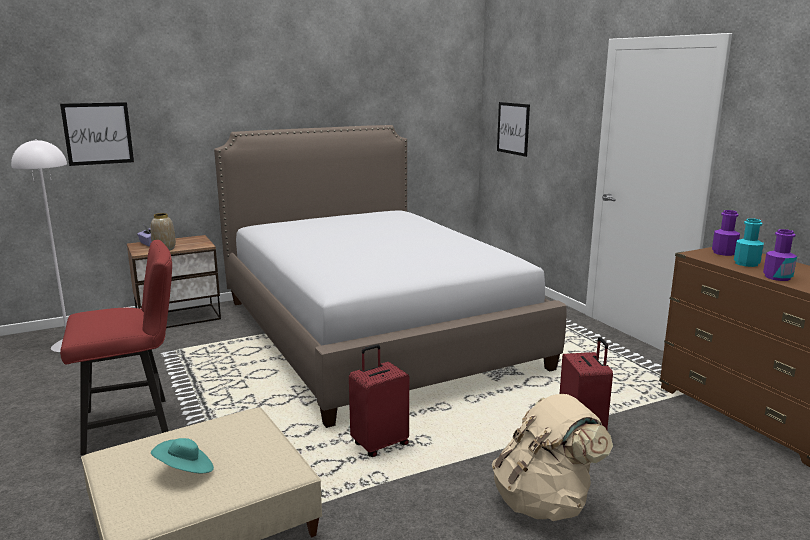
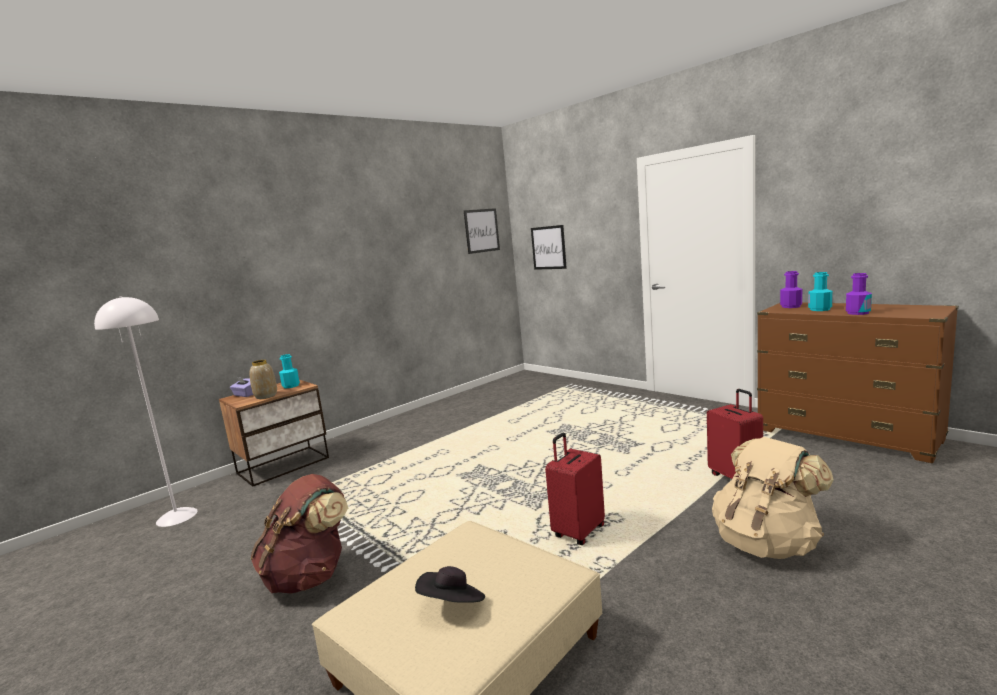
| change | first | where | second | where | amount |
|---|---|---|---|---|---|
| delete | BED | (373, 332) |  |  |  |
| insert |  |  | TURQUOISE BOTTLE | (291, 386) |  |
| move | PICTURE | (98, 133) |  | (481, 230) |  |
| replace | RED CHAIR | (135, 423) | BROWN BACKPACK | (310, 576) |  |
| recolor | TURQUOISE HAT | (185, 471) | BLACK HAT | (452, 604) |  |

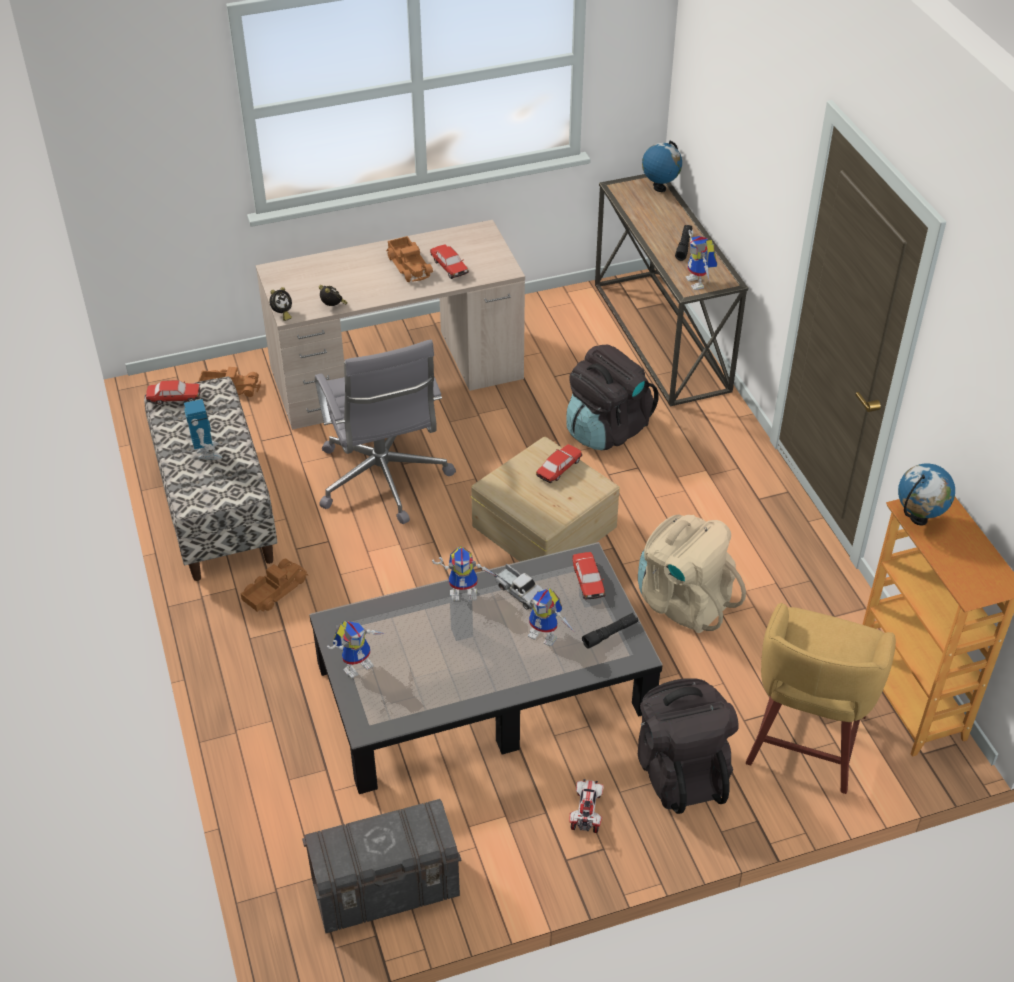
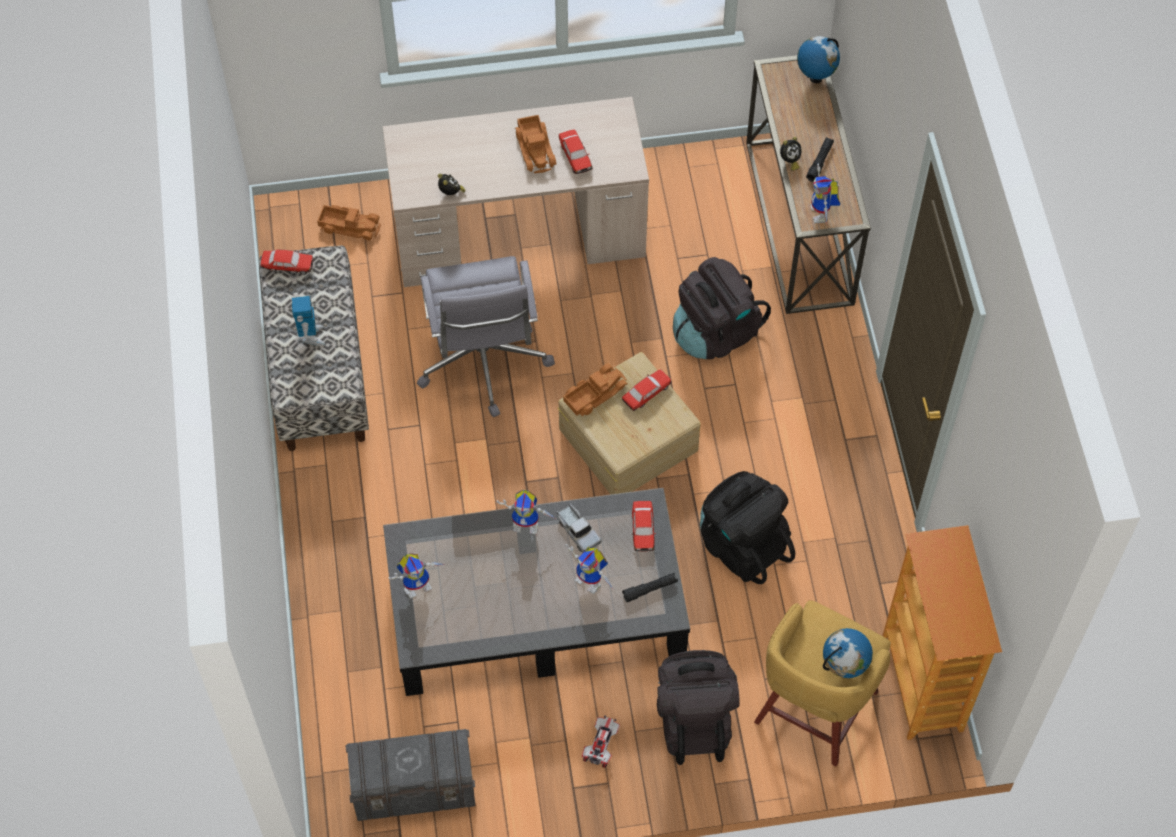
| change | first | where | second | where | amount |
|---|---|---|---|---|---|
| move | TOY TRUCK | (274, 590) |  | (594, 393) |  |
| move | ALARM CLOCK | (282, 314) |  | (789, 161) |  |
| move | GLOBE | (918, 519) |  | (844, 668) |  |
| recolor | BEIGE BACKPACK | (683, 601) | BLACK BACKPACK | (741, 544) |  |

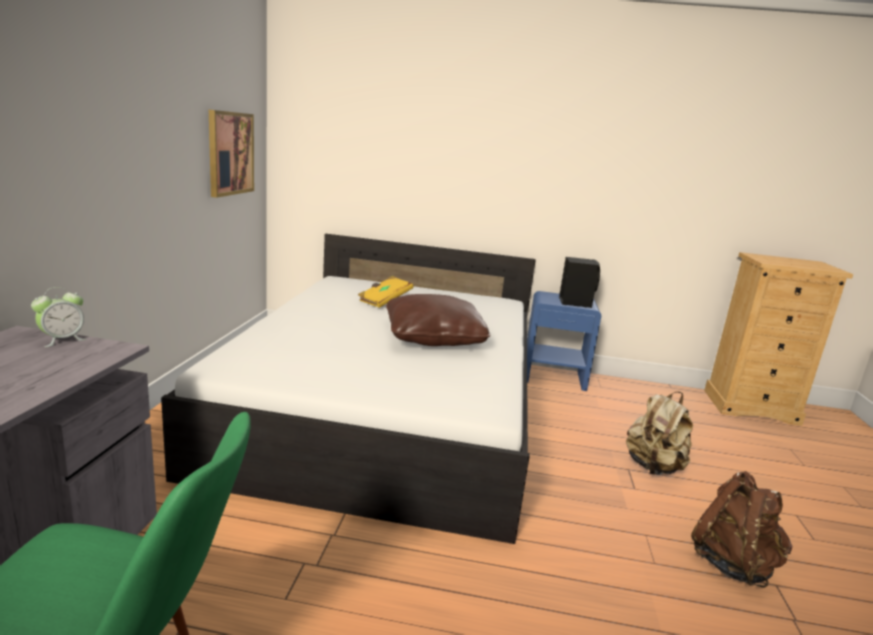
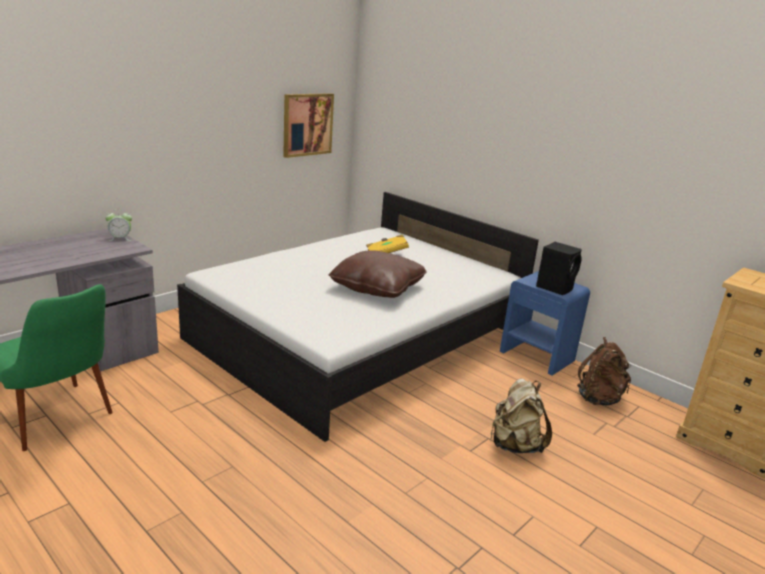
| change | first | where | second | where | amount |
|---|---|---|---|---|---|
| move | BROWN BACKPACK | (733, 564) |  | (599, 399) |  |

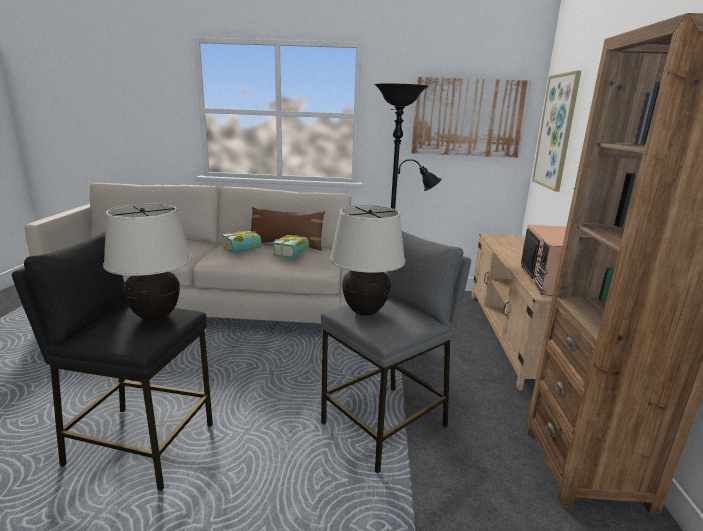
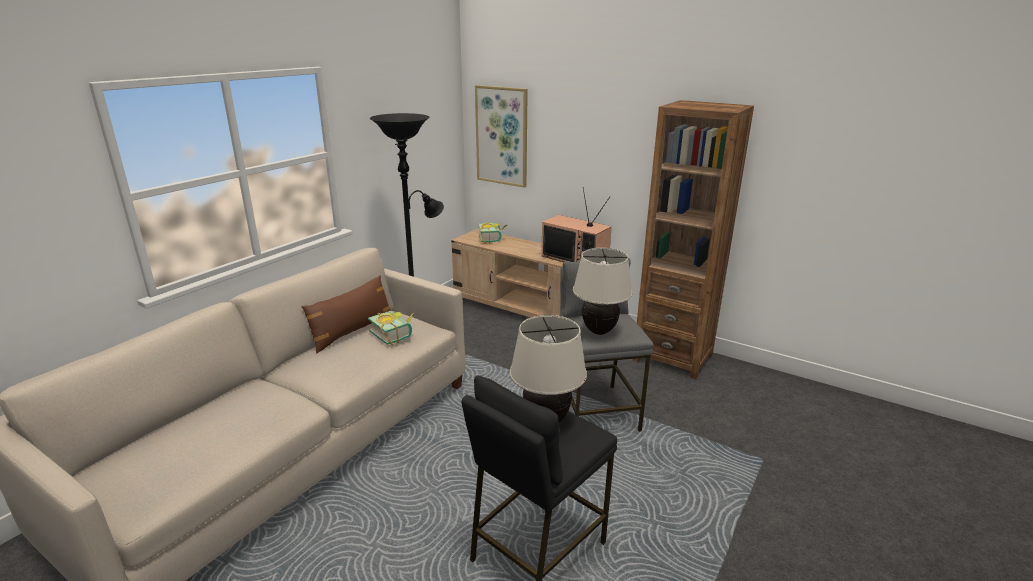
| change | first | where | second | where | amount |
|---|---|---|---|---|---|
| delete | PICTURE | (468, 118) |  |  |  |
| move | BOOK | (243, 250) |  | (492, 239) |  |

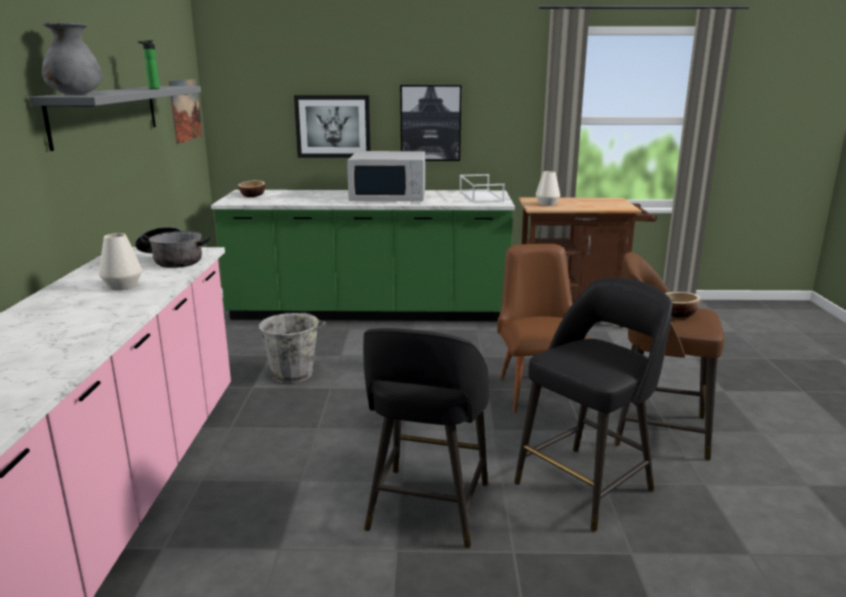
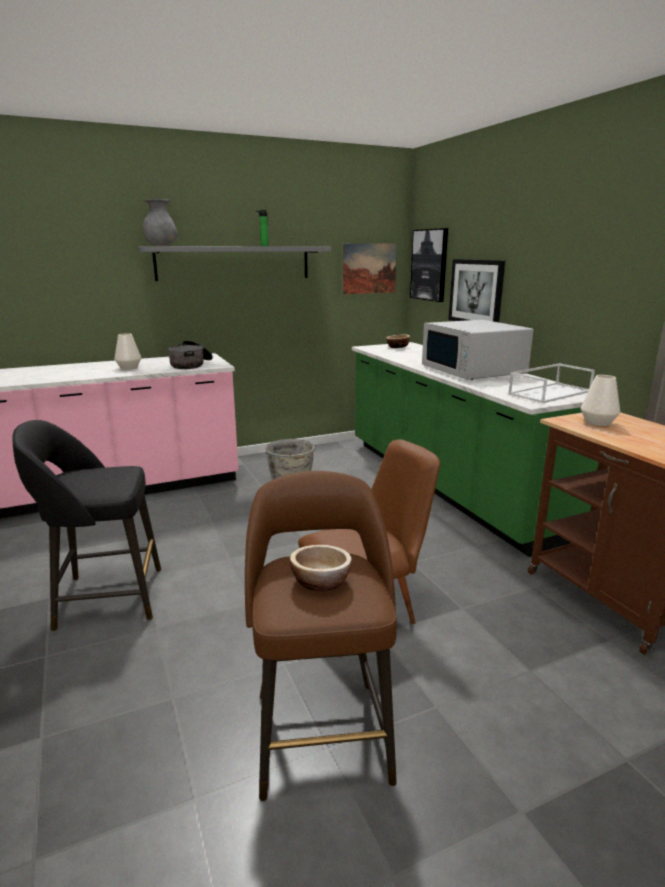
| change | first | where | second | where | amount |
|---|---|---|---|---|---|
| delete | BLACK STOOL | (586, 485) |  |  |  |
| move | PICTURE | (430, 123) |  | (429, 265) |  |

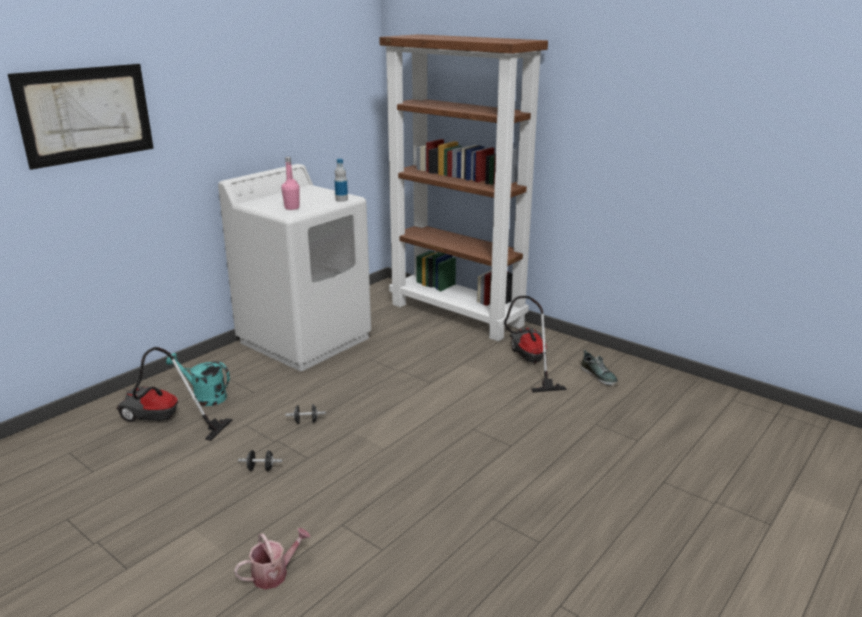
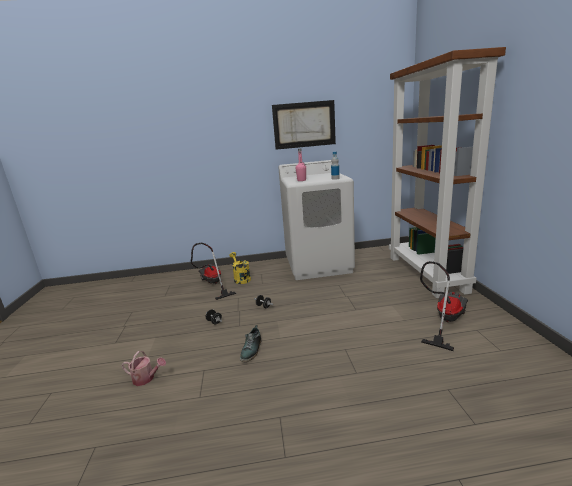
| change | first | where | second | where | amount |
|---|---|---|---|---|---|
| move | PICTURE | (86, 114) |  | (304, 125) |  |
| move | SHOE | (599, 376) |  | (252, 350) |  |
| recolor | TURQUOISE WATERING CAN | (204, 397) | YELLOW WATERING CAN | (241, 279) |  |

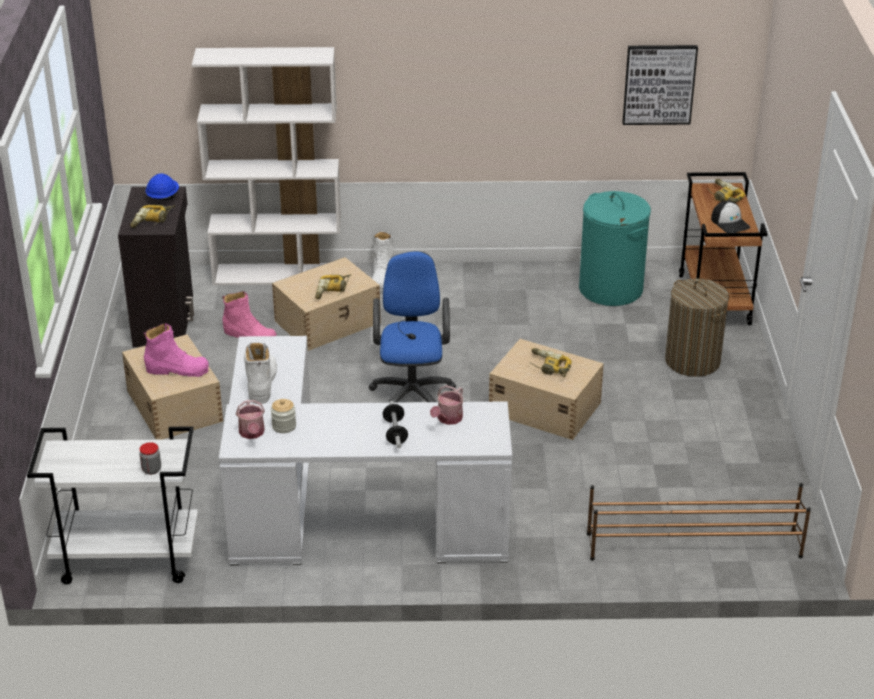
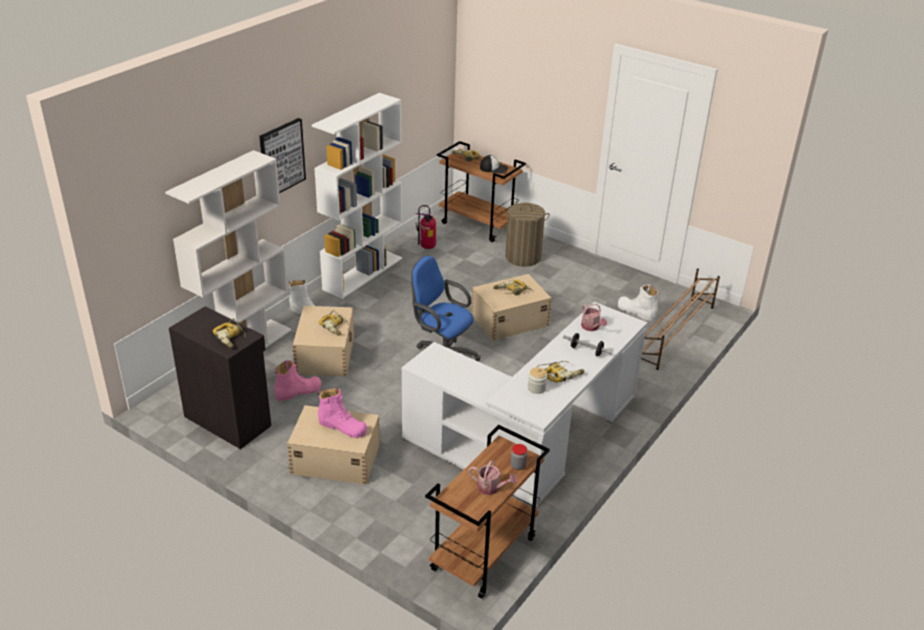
| change | first | where | second | where | amount |
|---|---|---|---|---|---|
| delete | BLUE HARD HAT | (163, 198) |  |  |  |
| insert |  |  | WHITE BOOKCASE | (363, 273) |  |
| insert |  |  | POWER DRILL | (560, 374) |  |
| move | WATERING CAN | (252, 433) |  | (491, 488) |  |
| move | WHITE BOOT | (262, 383) |  | (636, 312) |  |
| move | PICTURE | (659, 84) |  | (281, 157) |  |
| replace | TURQUOISE LAUNDRY BASKET | (611, 289) | FIRE EXTINGUISHER | (427, 247) |  |
| recolor | WHITE CART | (126, 559) | BROWN CART | (484, 555) |  |
| rotate | PINK BOOT | (177, 370) |  | (342, 427) | 75 degrees clockwise |

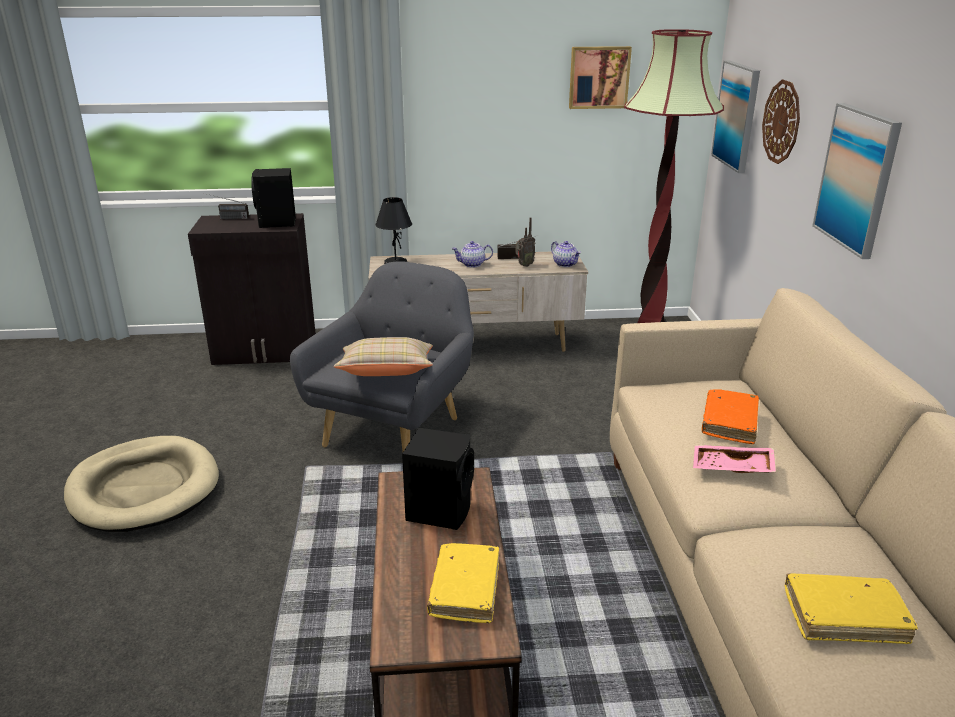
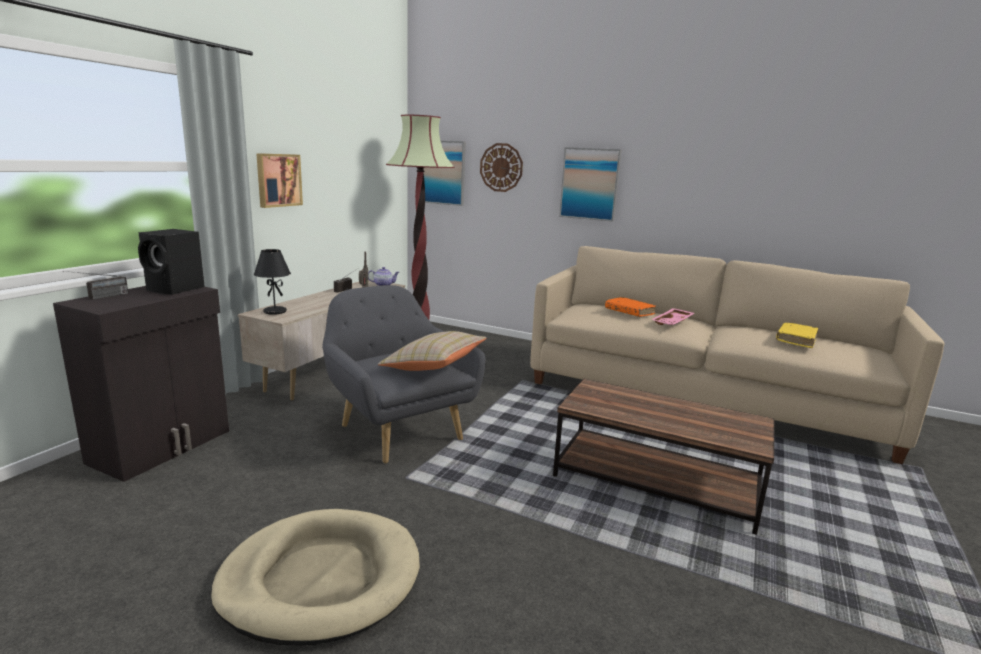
| change | first | where | second | where | amount |
|---|---|---|---|---|---|
| delete | BLACK SPEAKER | (440, 509) |  |  |  |
| delete | YELLOW BOOK | (465, 589) |  |  |  |
| delete | TEAPOT | (472, 264) |  |  |  |
| move | PICTURE | (598, 77) |  | (278, 180) |  |

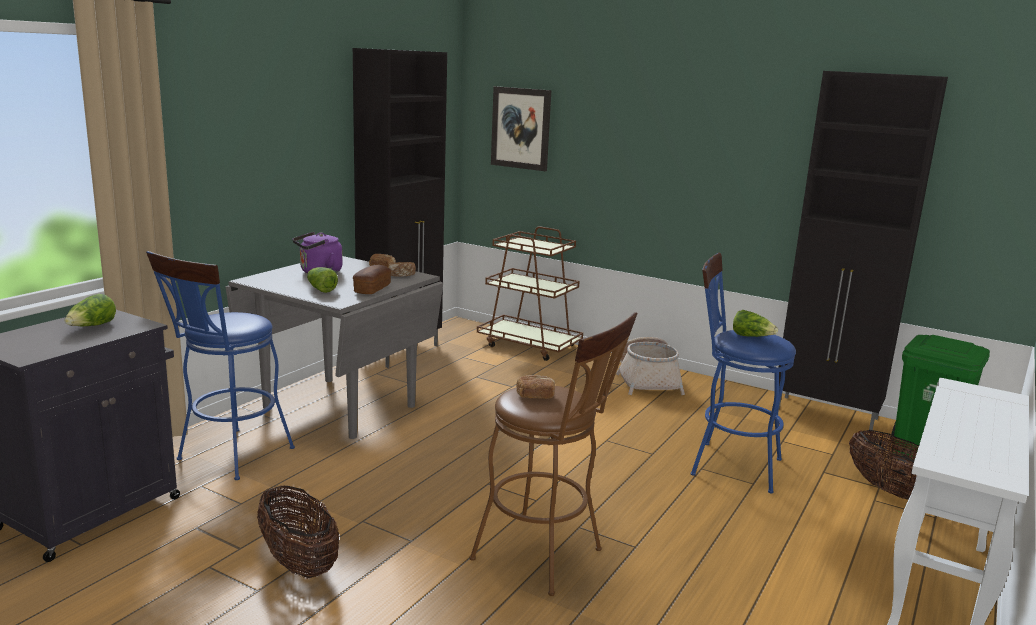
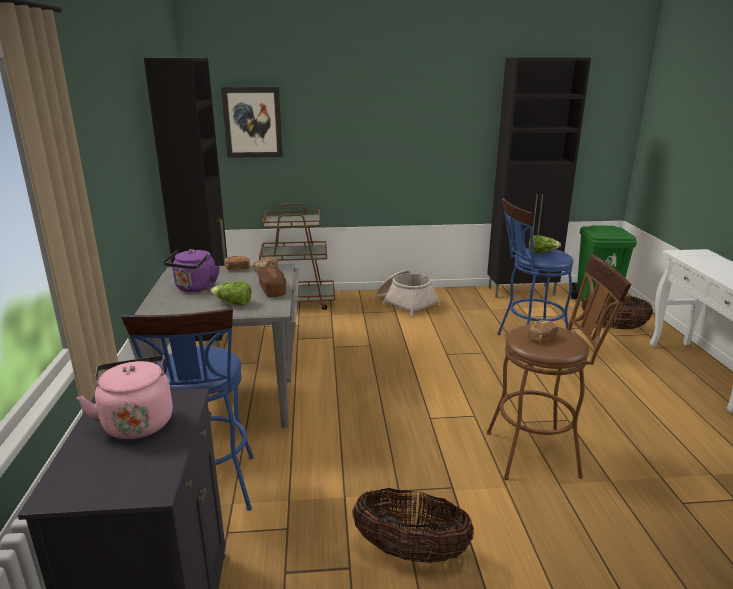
| change | first | where | second | where | amount |
|---|---|---|---|---|---|
| replace | LETTUCE | (92, 327) | PINK KETTLE | (137, 421) |  |

